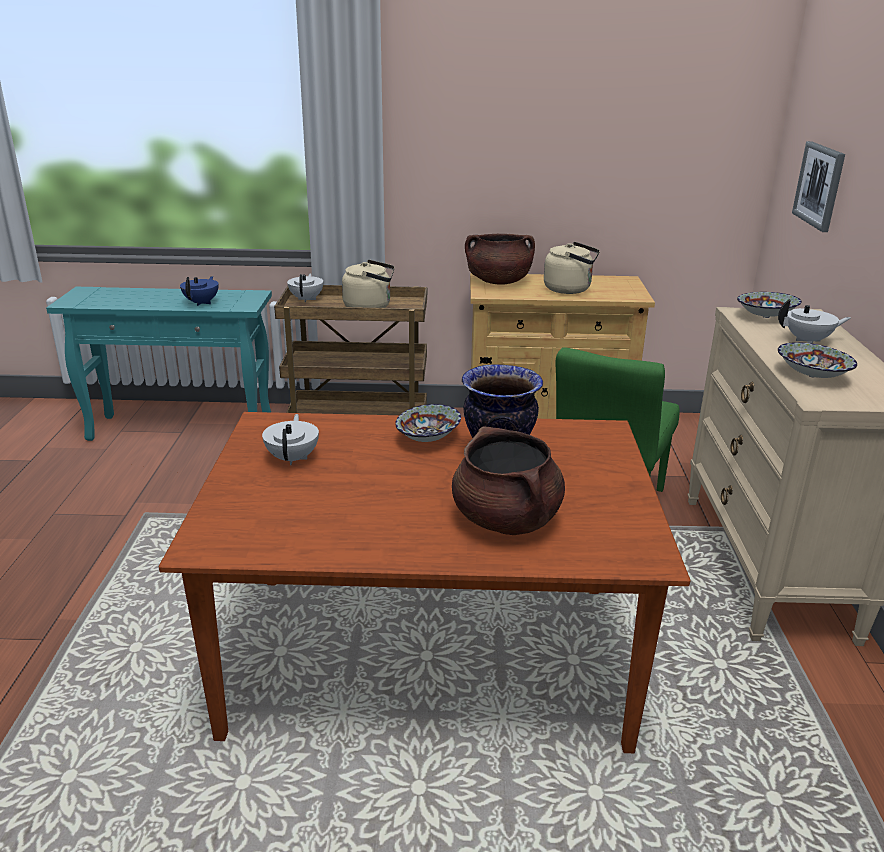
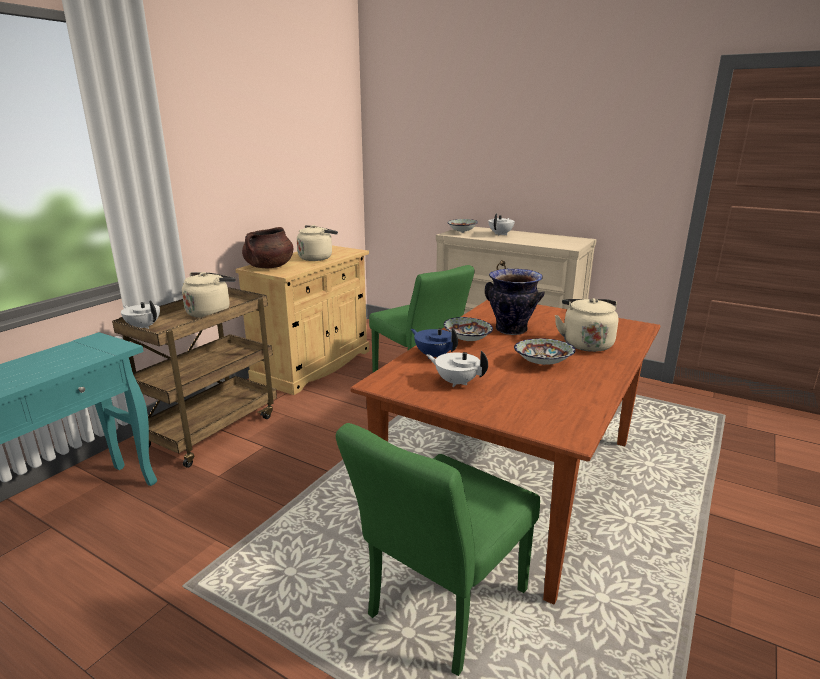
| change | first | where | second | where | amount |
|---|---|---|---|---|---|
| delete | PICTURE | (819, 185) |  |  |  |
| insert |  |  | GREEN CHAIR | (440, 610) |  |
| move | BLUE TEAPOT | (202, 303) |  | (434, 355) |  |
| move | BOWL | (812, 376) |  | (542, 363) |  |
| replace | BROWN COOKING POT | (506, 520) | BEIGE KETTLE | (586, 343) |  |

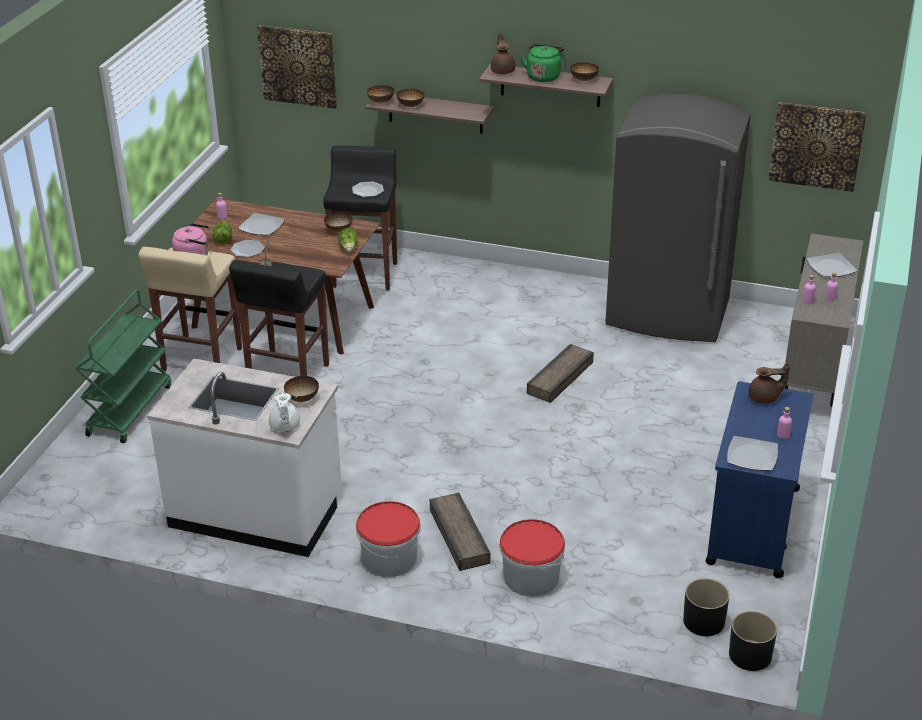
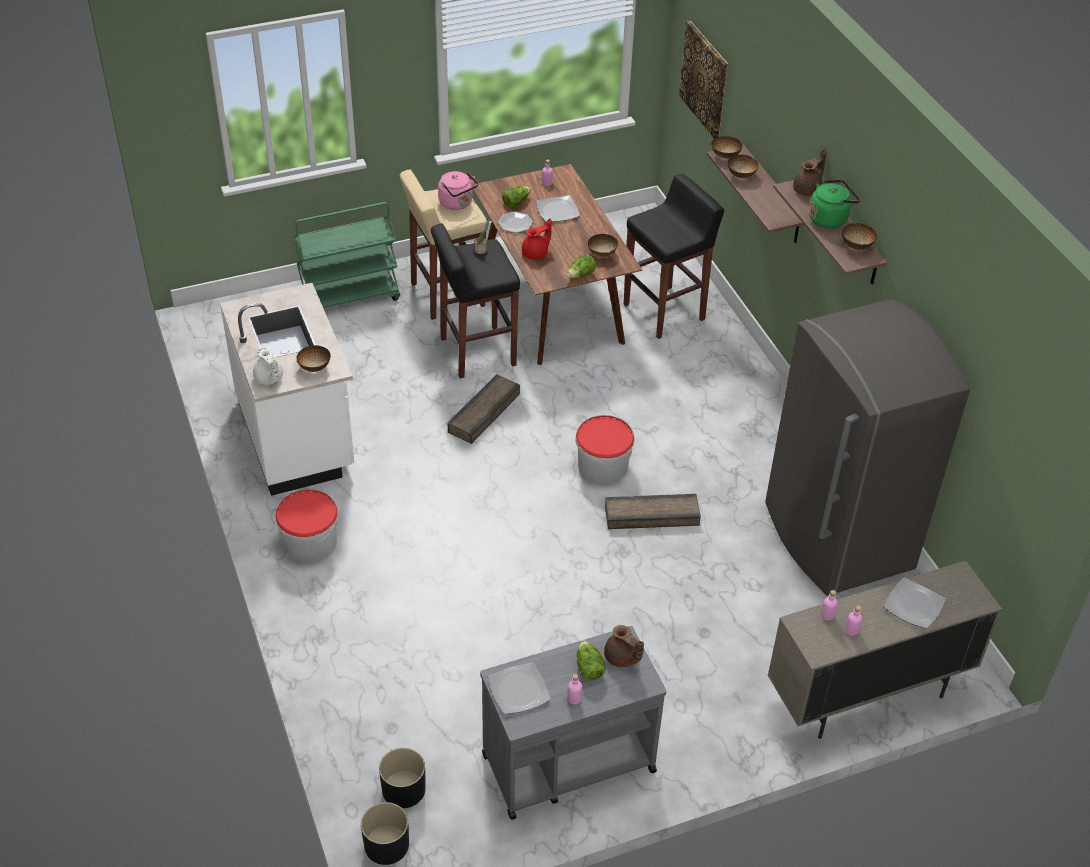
| change | first | where | second | where | amount |
|---|---|---|---|---|---|
| delete | PLATE | (367, 190) |  |  |  |
| delete | PICTURE | (816, 146) |  |  |  |
| insert |  |  | RED TEAPOT | (536, 253) |  |
| insert |  |  | LETTUCE | (588, 668) |  |
| move | CRATE | (458, 536) |  | (483, 412) |  |
| move | BUCKET | (531, 577) |  | (602, 466) |  |
| recolor | BLUE CART | (752, 526) | GREY CART | (567, 763) |  |
| rotate | WHITE TEAPOT | (284, 427) |  | (269, 379) | 75 degrees counterclockwise |

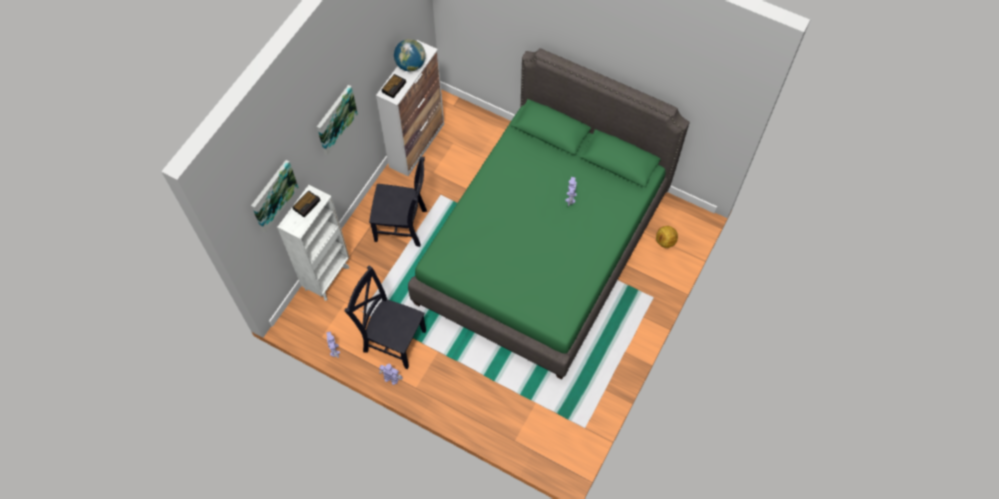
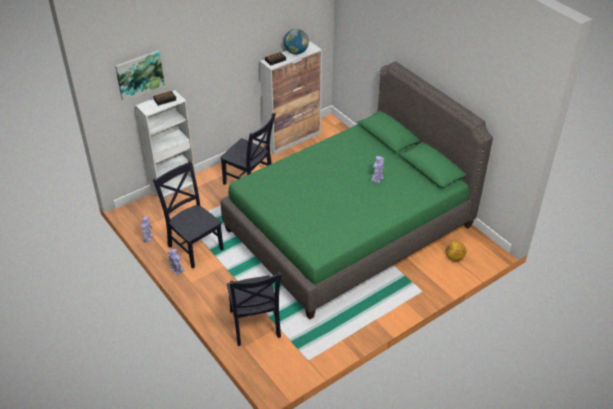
| change | first | where | second | where | amount |
|---|---|---|---|---|---|
| delete | PICTURE | (335, 119) |  |  |  |
| insert |  |  | BLACK CHAIR | (255, 326) |  |

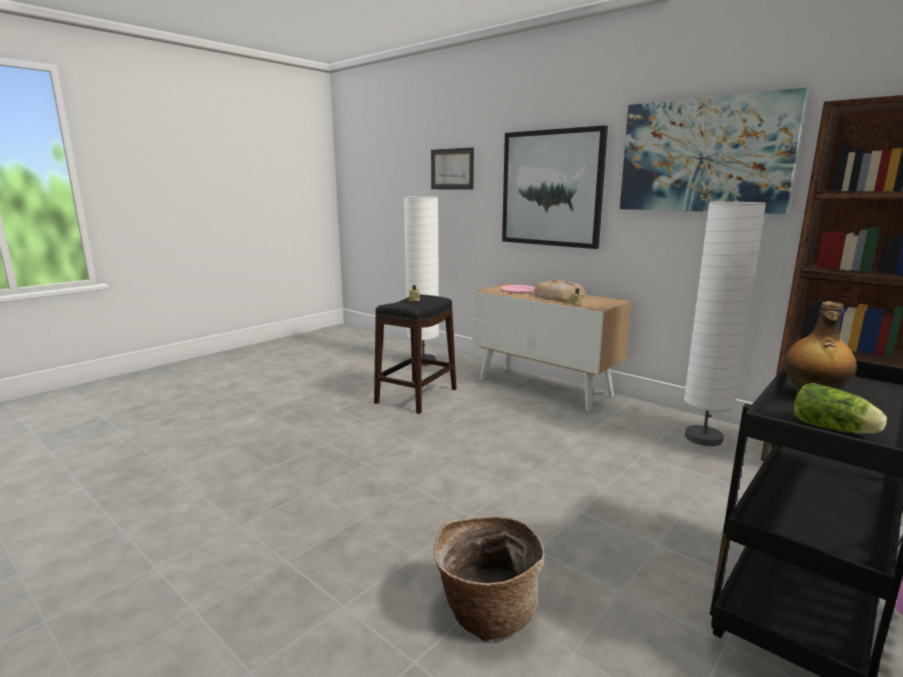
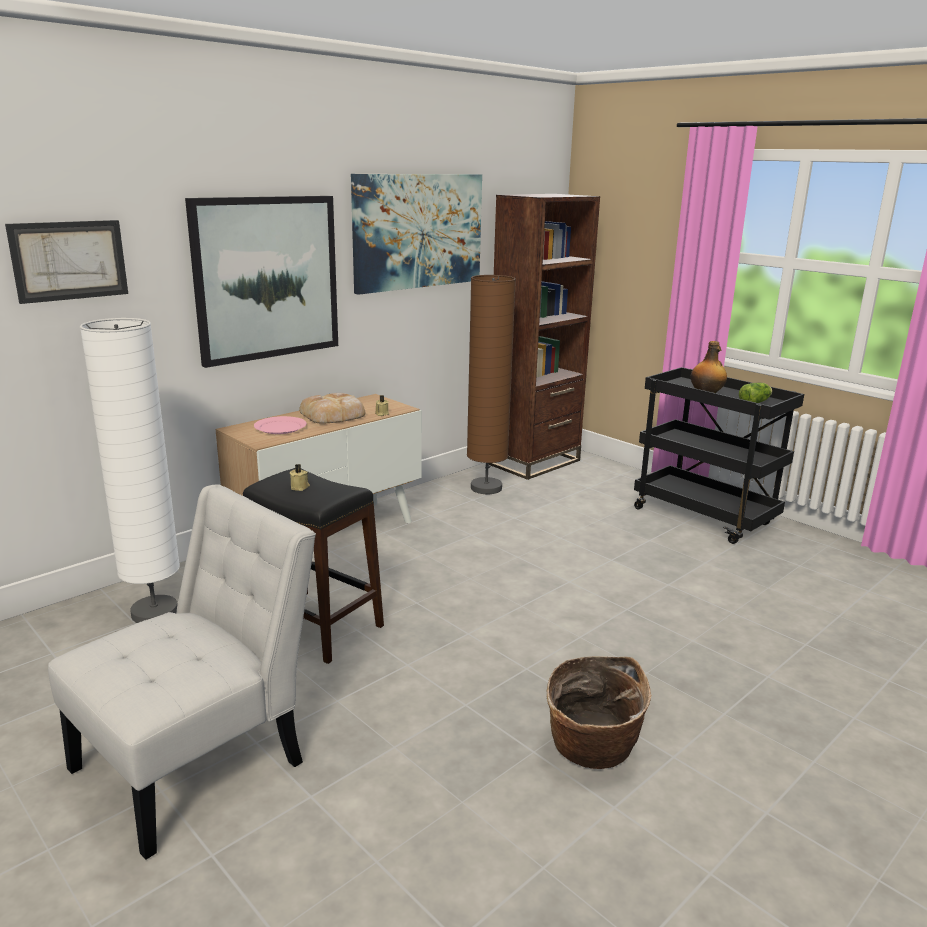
| change | first | where | second | where | amount |
|---|---|---|---|---|---|
| insert |  |  | WHITE CHAIR | (199, 759) |  |
| move | BASKET | (485, 612) |  | (591, 751) |  |
| recolor | WHITE FLOOR LAMP | (703, 438) | BROWN FLOOR LAMP | (486, 488) |  |

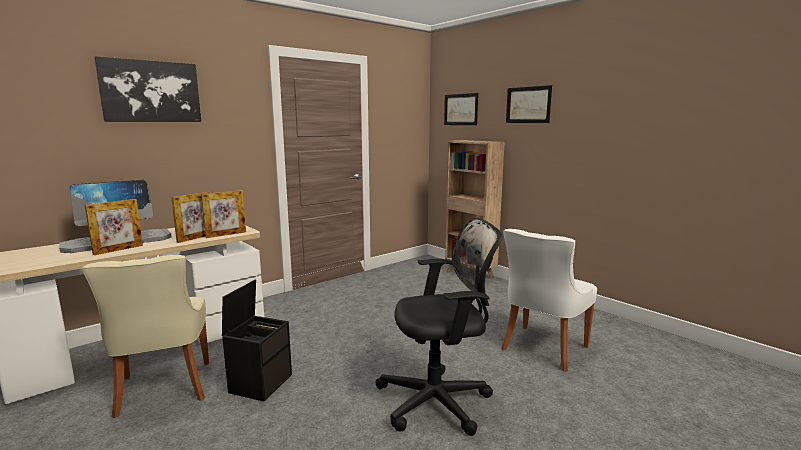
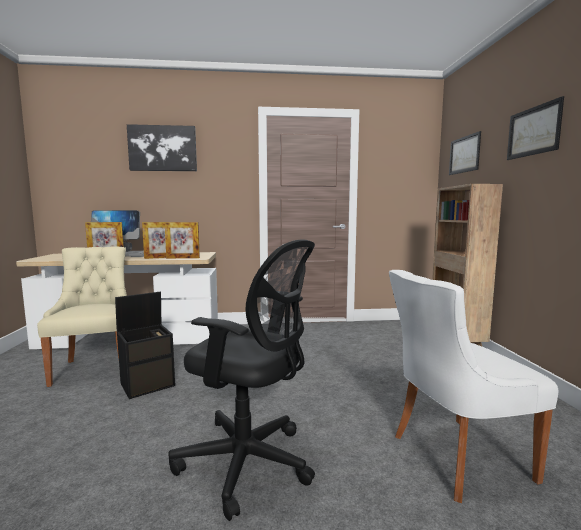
| change | first | where | second | where | amount |
|---|---|---|---|---|---|
| rotate | BEIGE CHAIR | (163, 390) |  | (95, 368) | 150 degrees clockwise |

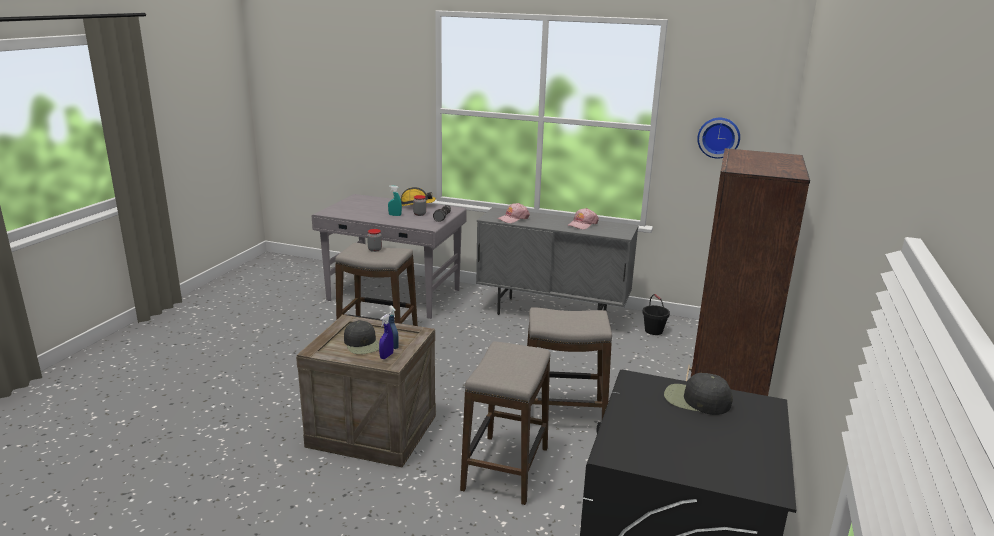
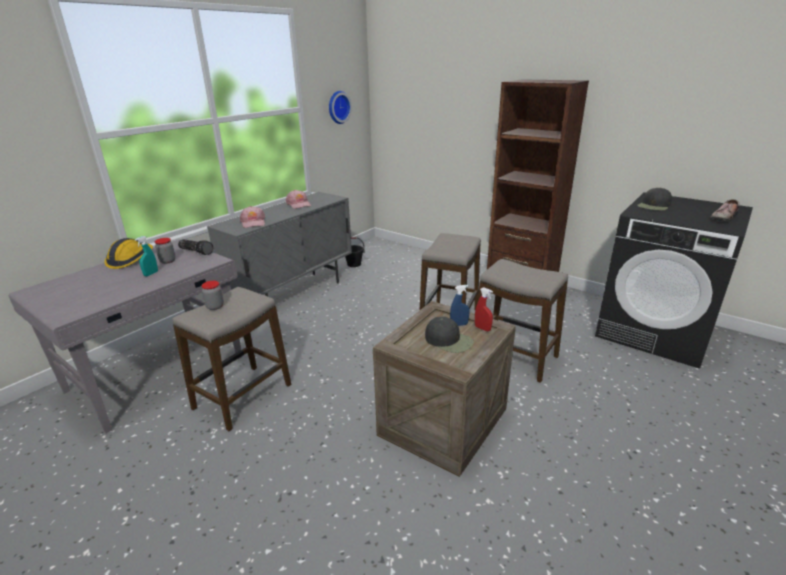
| change | first | where | second | where | amount |
|---|---|---|---|---|---|
| insert |  |  | SHOE | (722, 217) |  |
| recolor | BLUE SPRAY BOTTLE | (386, 356) | RED SPRAY BOTTLE | (482, 328) |  |
| rotate | BLACK CAP | (362, 344) |  | (449, 340) | 45 degrees clockwise |

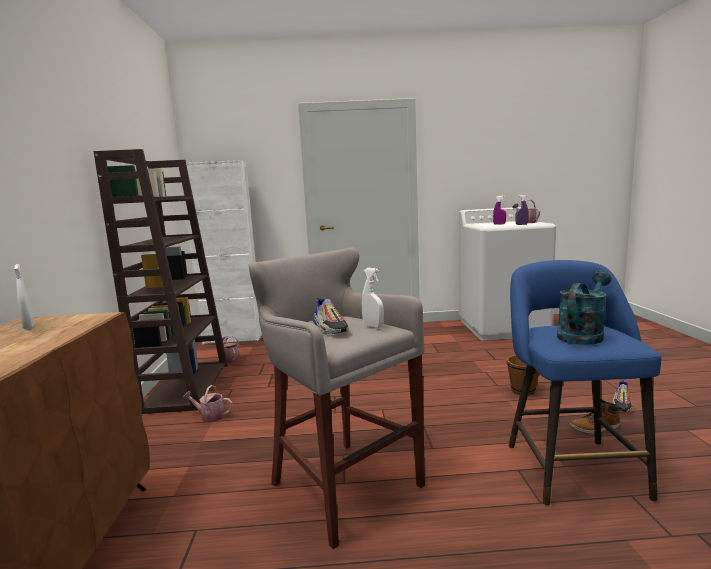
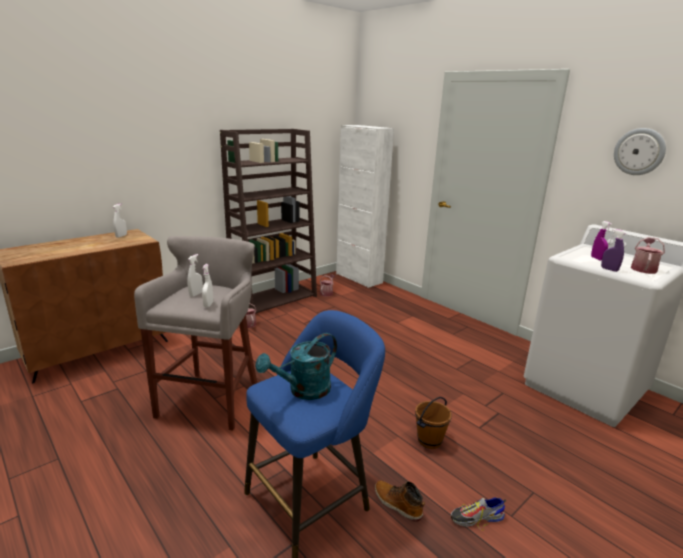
| change | first | where | second | where | amount |
|---|---|---|---|---|---|
| insert |  |  | WALL CLOCK | (639, 151) |  |
| replace | SHOE | (330, 328) | WHITE SPRAY BOTTLE | (196, 294) |  |
| rotate | TURQUOISE WATERING CAN | (582, 335) |  | (303, 391) | 135 degrees clockwise |

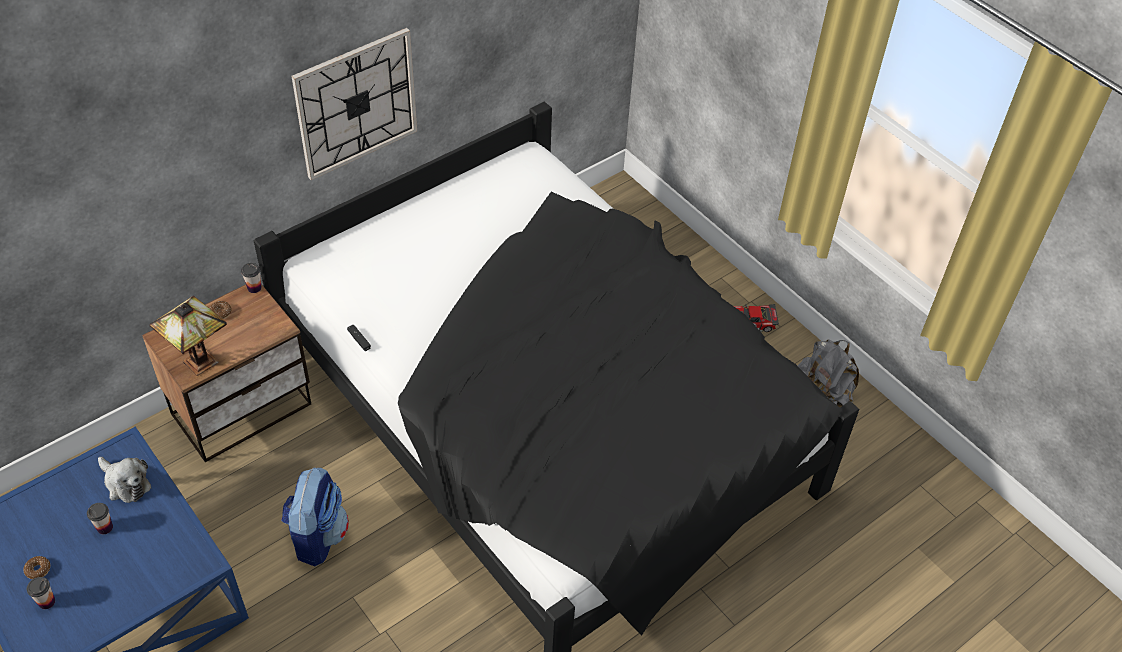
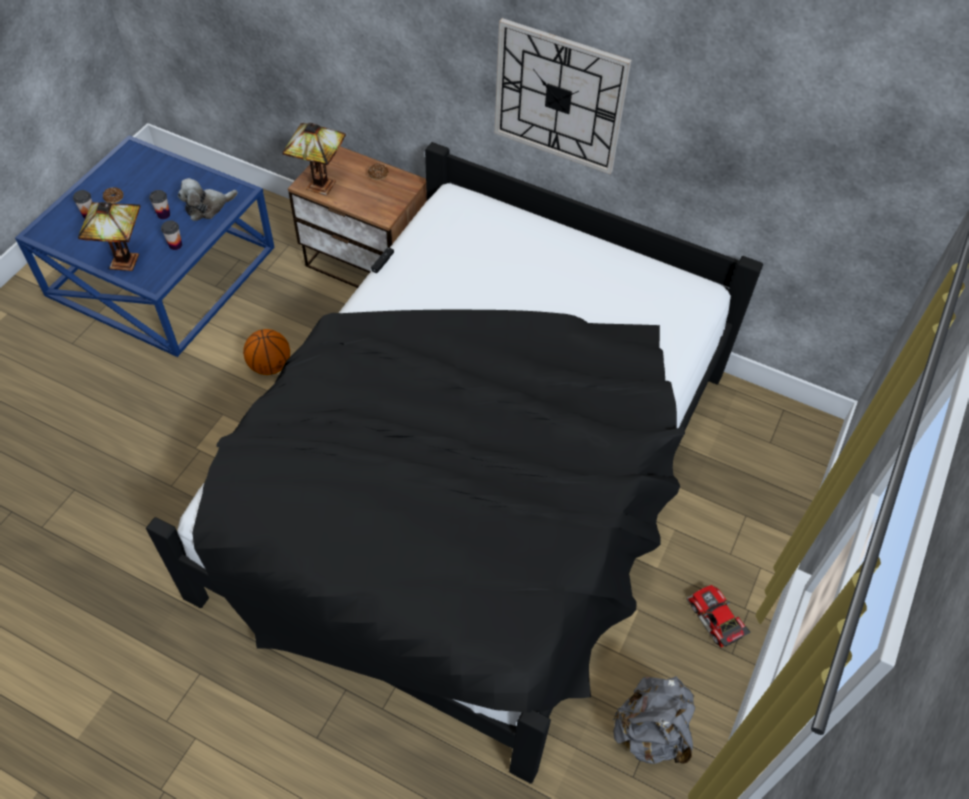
| change | first | where | second | where | amount |
|---|---|---|---|---|---|
| insert |  |  | TABLE LAMP | (123, 260) |  |
| move | CUP | (254, 288) |  | (175, 245) |  |
| replace | BACKPACK | (317, 535) | BASKETBALL | (270, 366) |  |
| rotate | PLUSH TOY | (125, 483) |  | (207, 207) | 45 degrees clockwise |

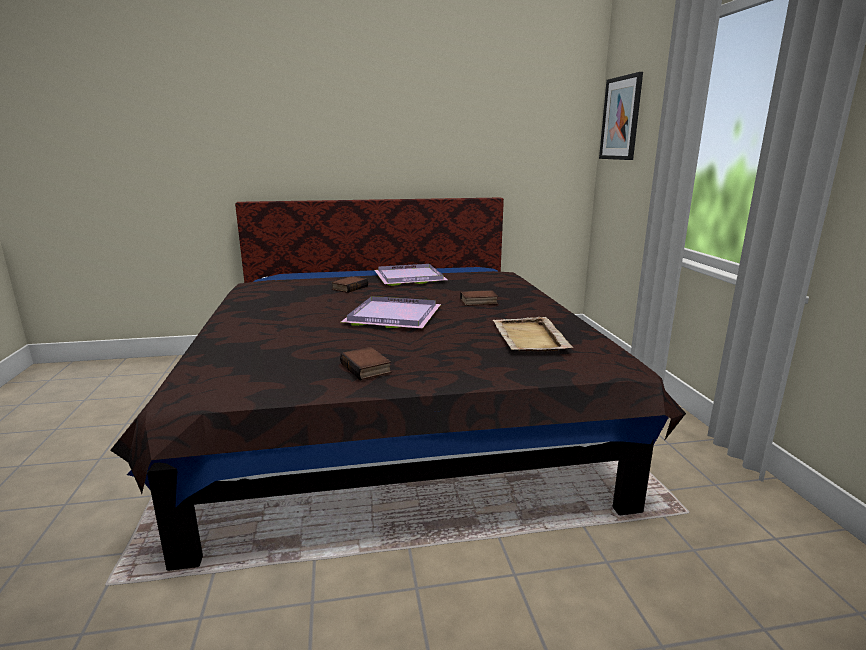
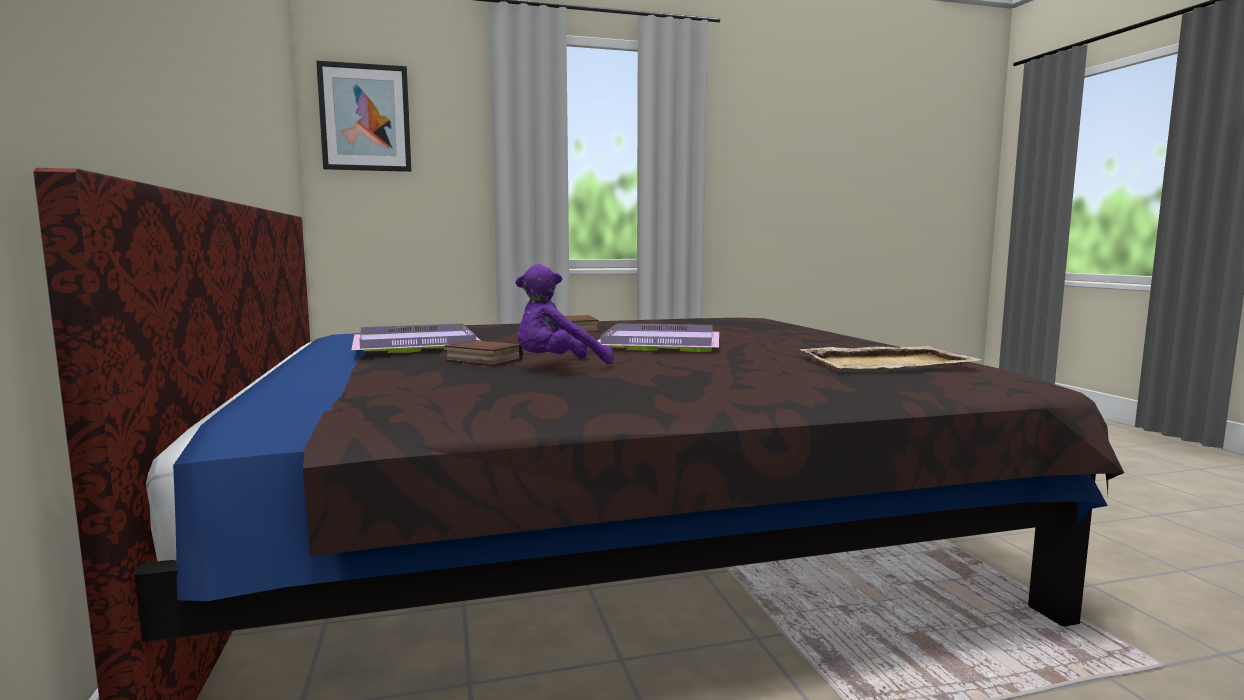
| change | first | where | second | where | amount |
|---|---|---|---|---|---|
| delete | BOOK | (367, 368) |  |  |  |
| insert |  |  | PURPLE PLUSH TOY | (557, 366) |  |
| move | BEIGE TRAY | (529, 337) |  | (888, 363) |  |

